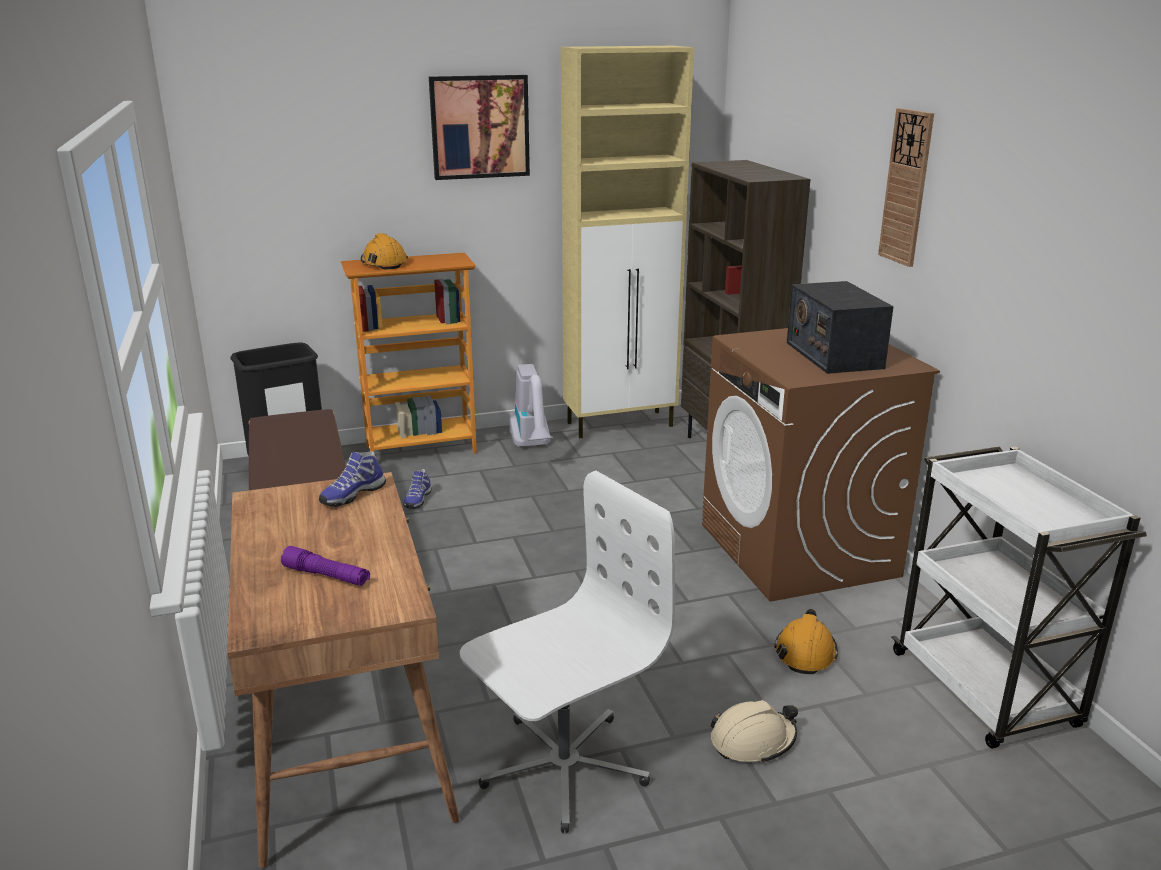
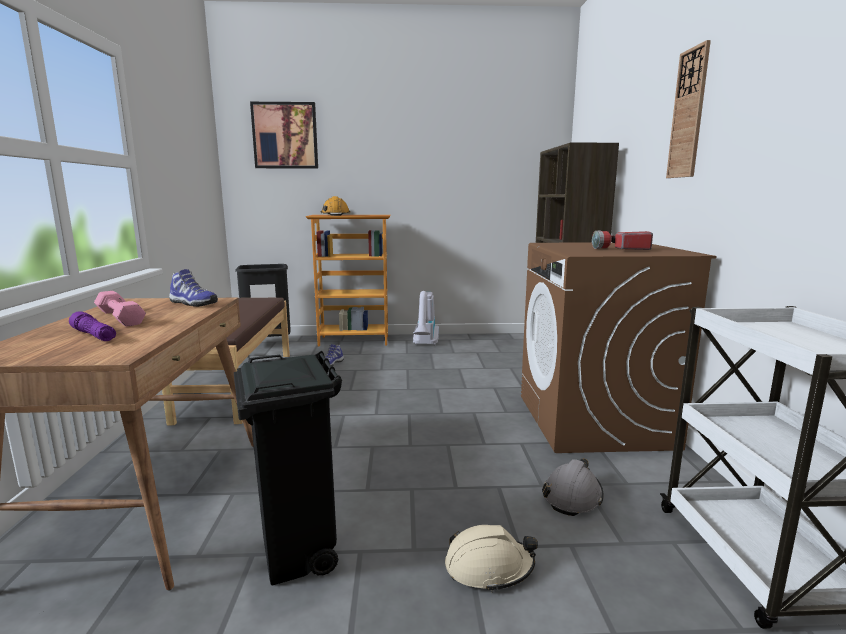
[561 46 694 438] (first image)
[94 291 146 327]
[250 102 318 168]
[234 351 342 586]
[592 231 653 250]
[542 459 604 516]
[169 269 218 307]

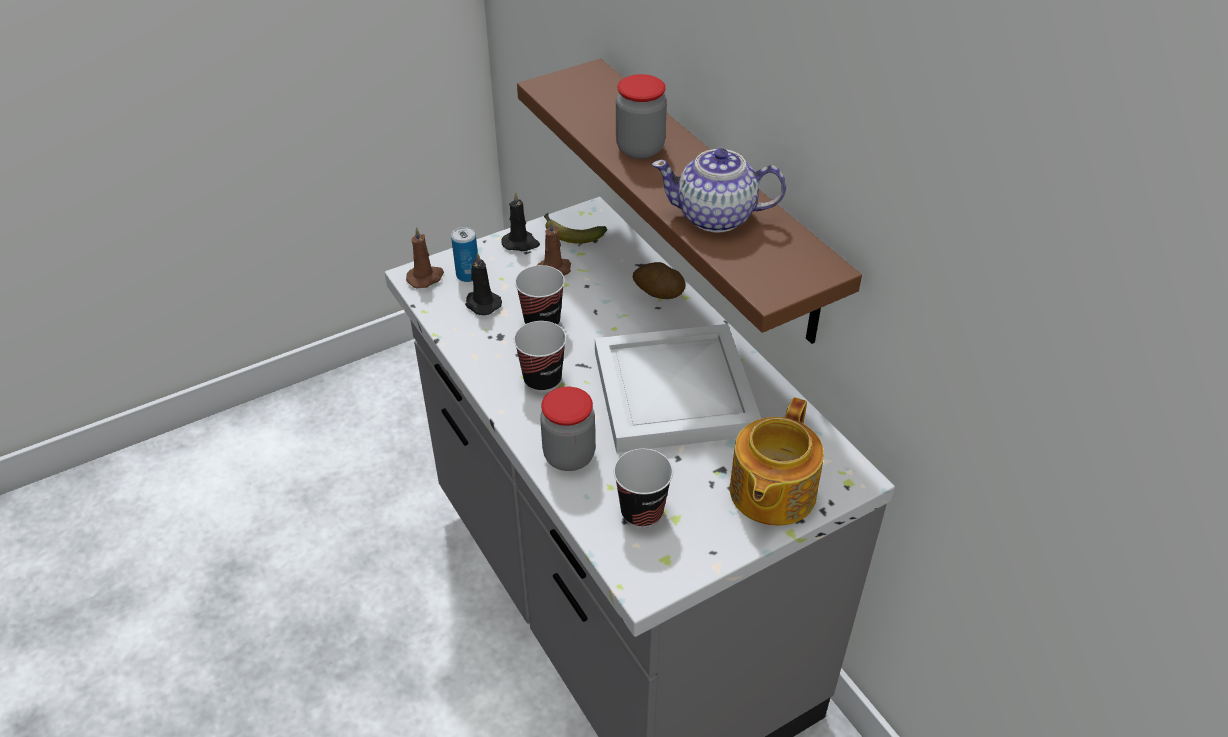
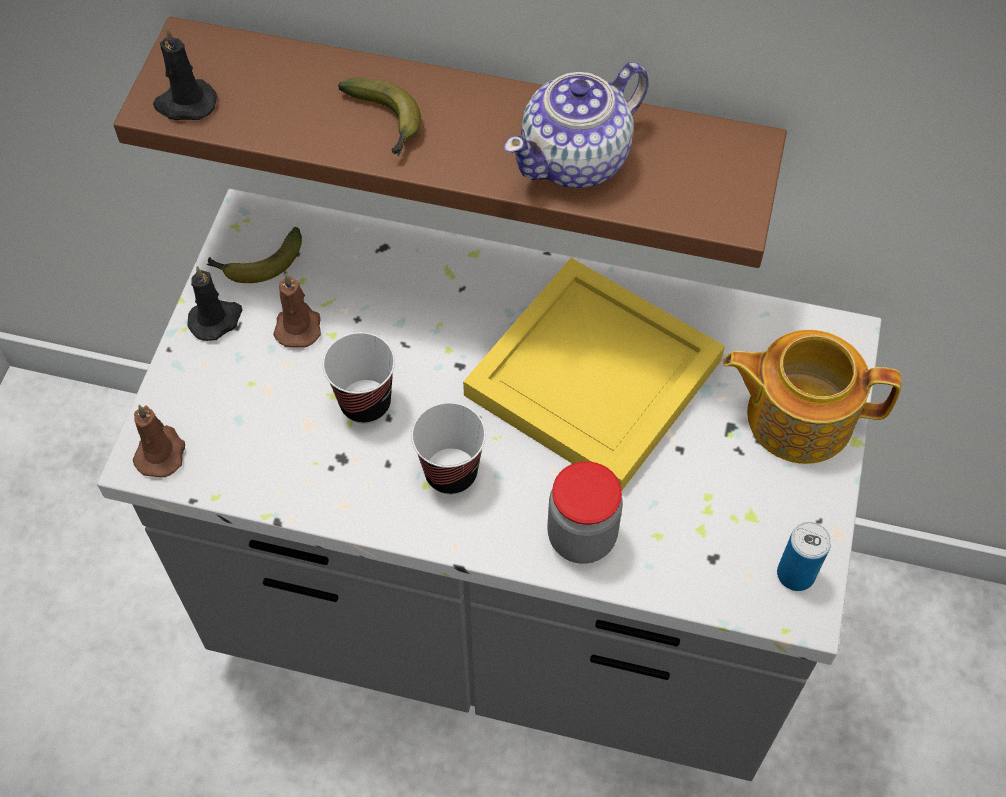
[613 449 673 528] (first image)
[633 262 685 299] (first image)
[777 522 831 591]
[153 27 217 120]
[338 78 421 156]
[463 258 725 490]
[723 330 901 464]

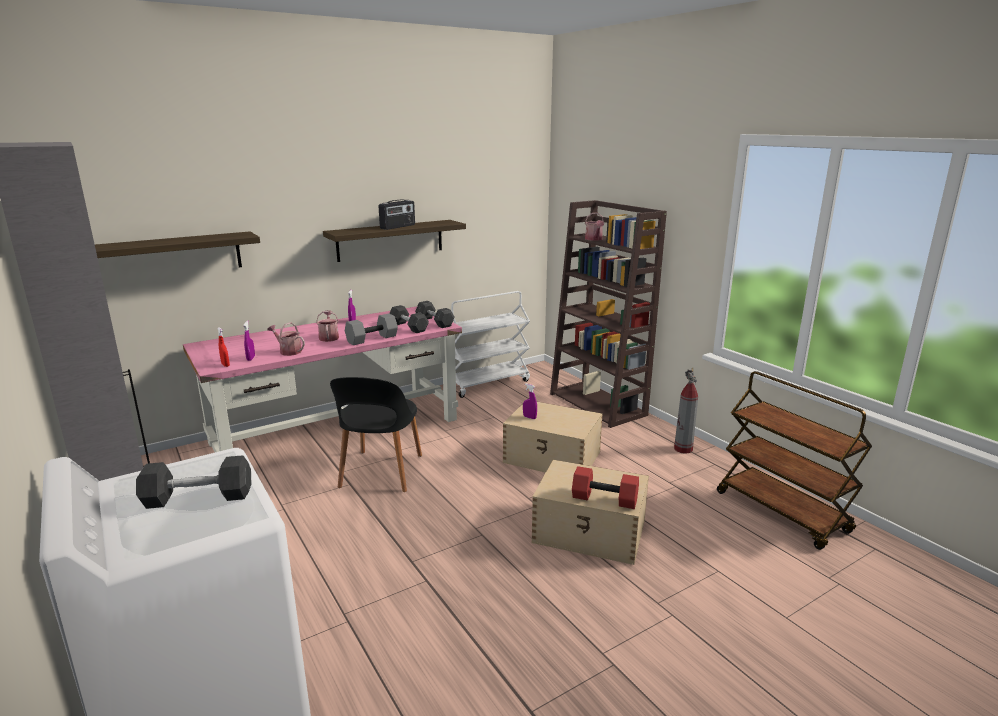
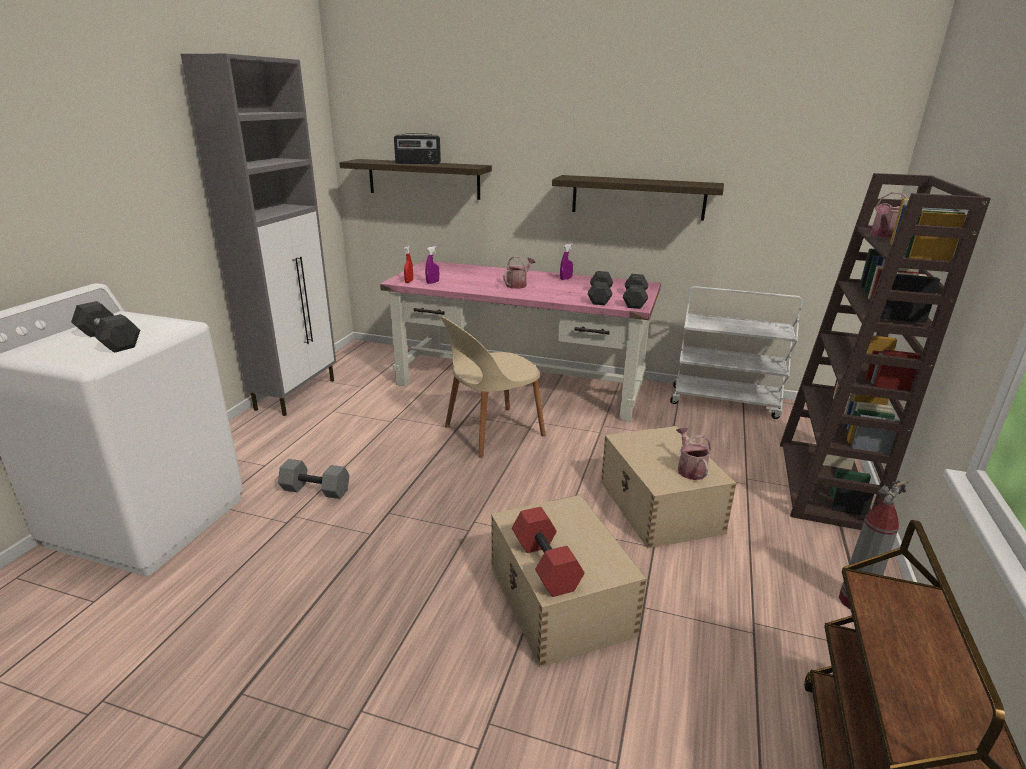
[523 383 537 419] (first image)
[676 428 711 480]
[278 459 349 499]
[394 133 441 164]
[440 316 546 458]

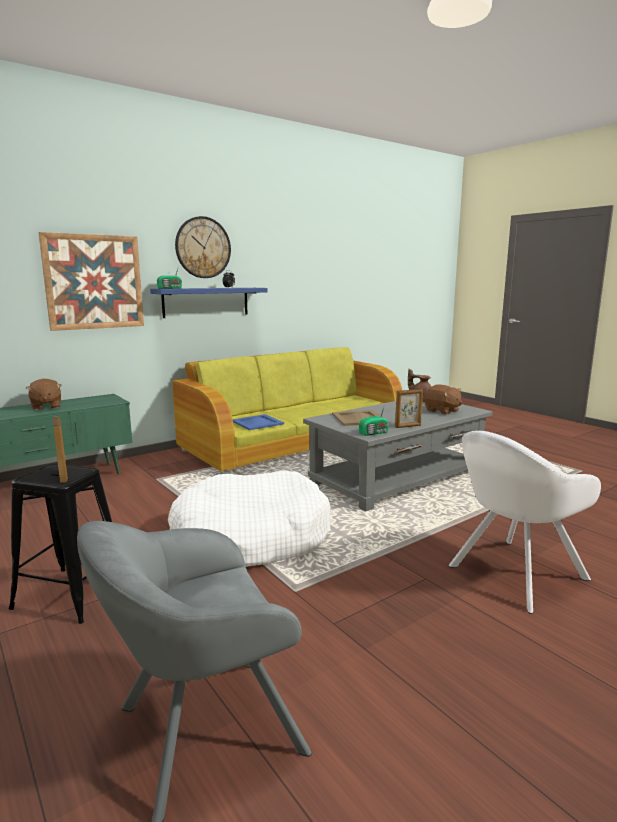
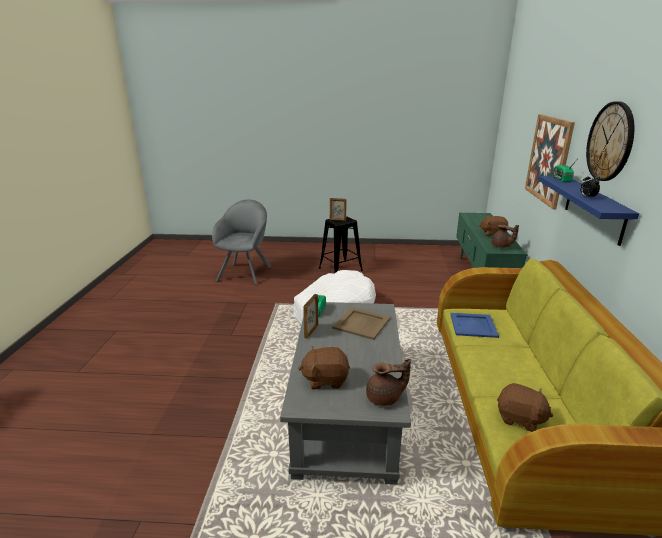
[448 431 601 614] (first image)
[491 225 519 248]
[497 383 553 432]

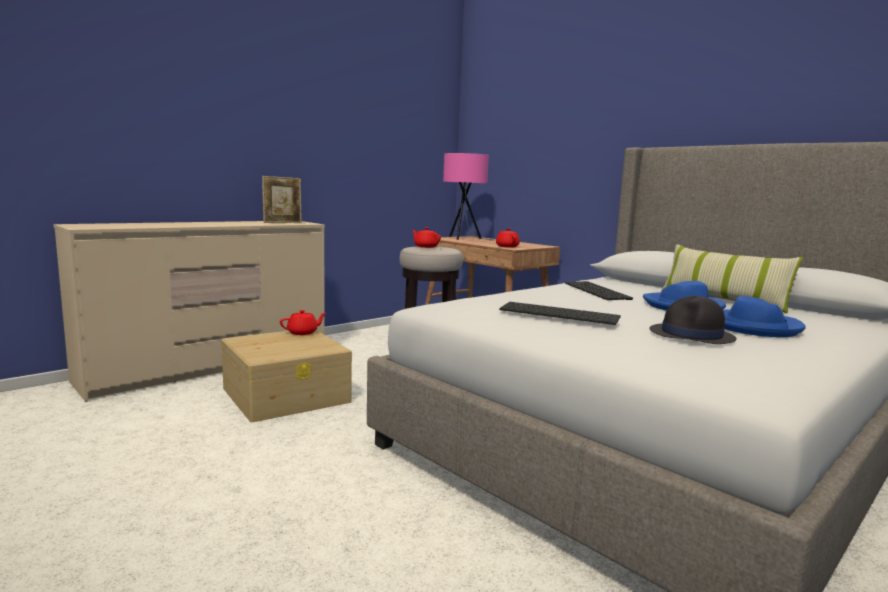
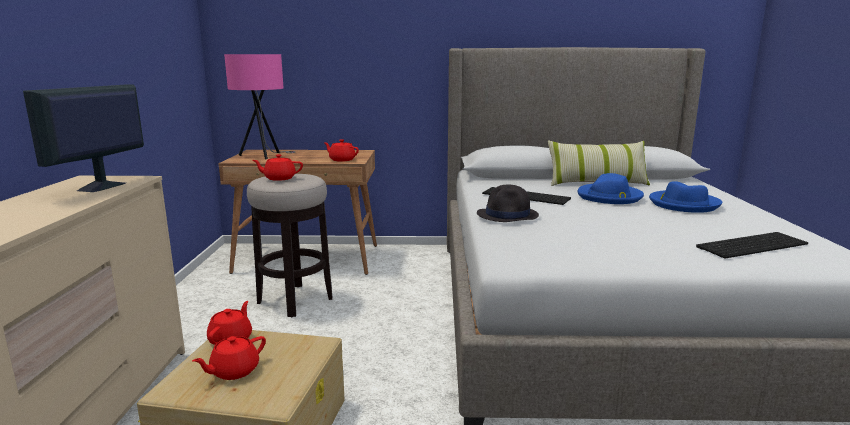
[192 336 266 380]
[696 232 808 259]
[477 185 539 222]
[23 84 144 192]

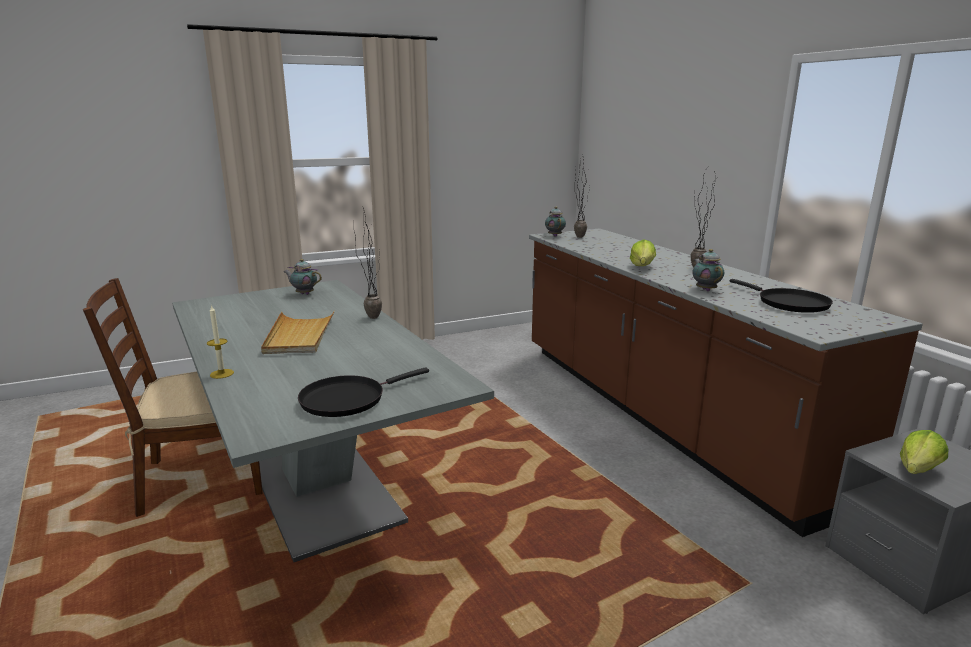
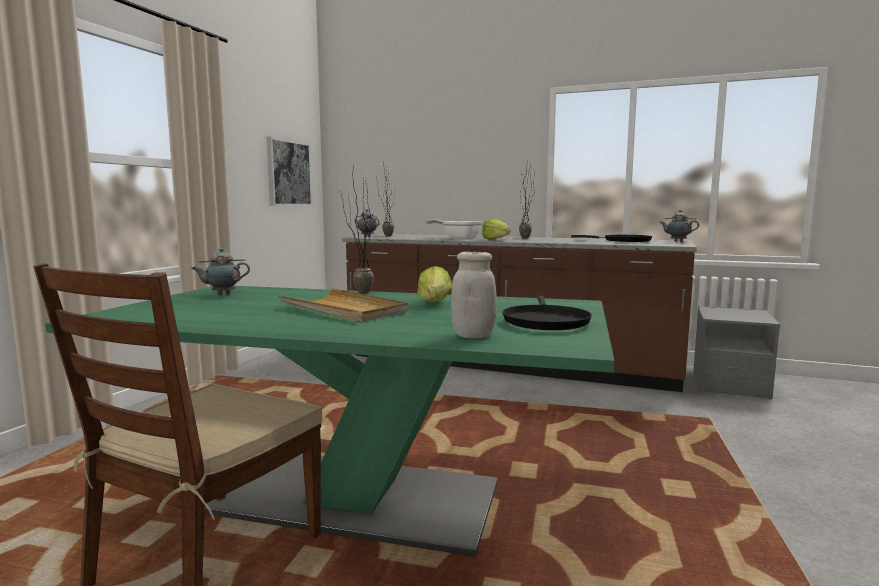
[207 305 234 379] (first image)
[267 137 312 206]
[426 219 483 239]
[451 251 497 338]
[659 210 699 242]
[417 266 452 302]
[45 286 615 556]

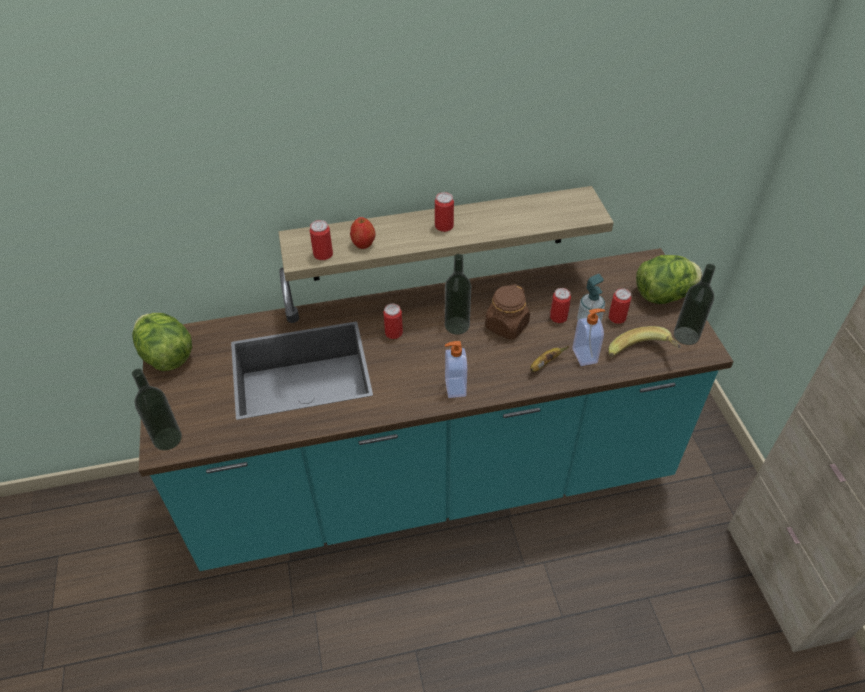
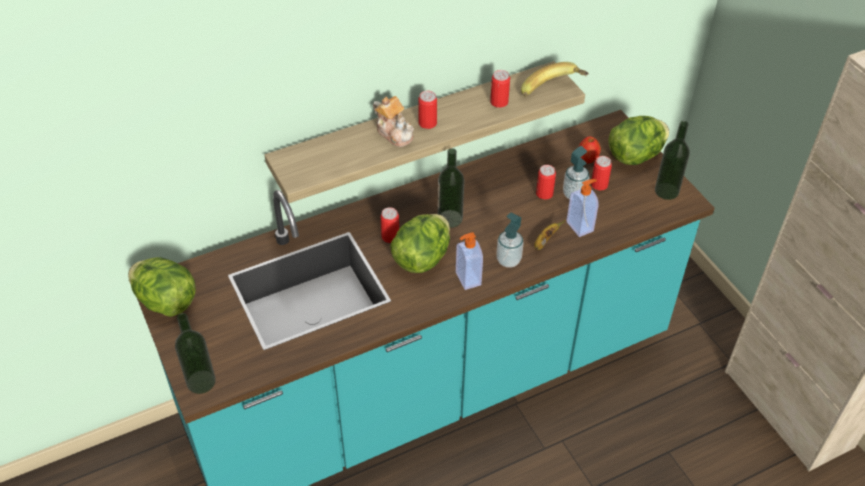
[485 284 530 340] (first image)
[373 96 414 147]
[390 214 450 273]
[496 212 523 268]
[490 70 510 108]
[579 136 601 163]
[521 62 589 97]

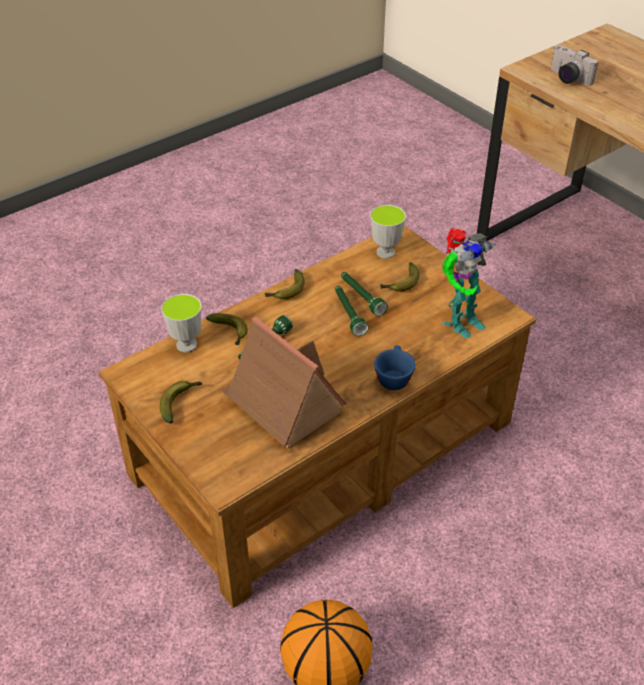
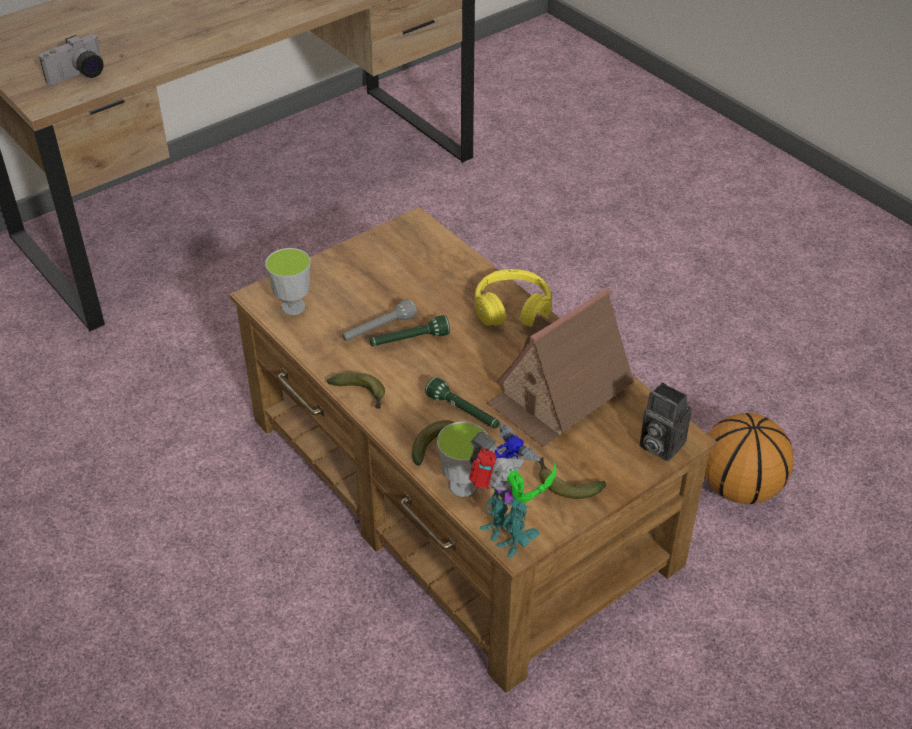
[380 262 419 291] (first image)
[640 382 691 461]
[469 423 557 558]
[475 269 552 326]
[342 299 417 341]

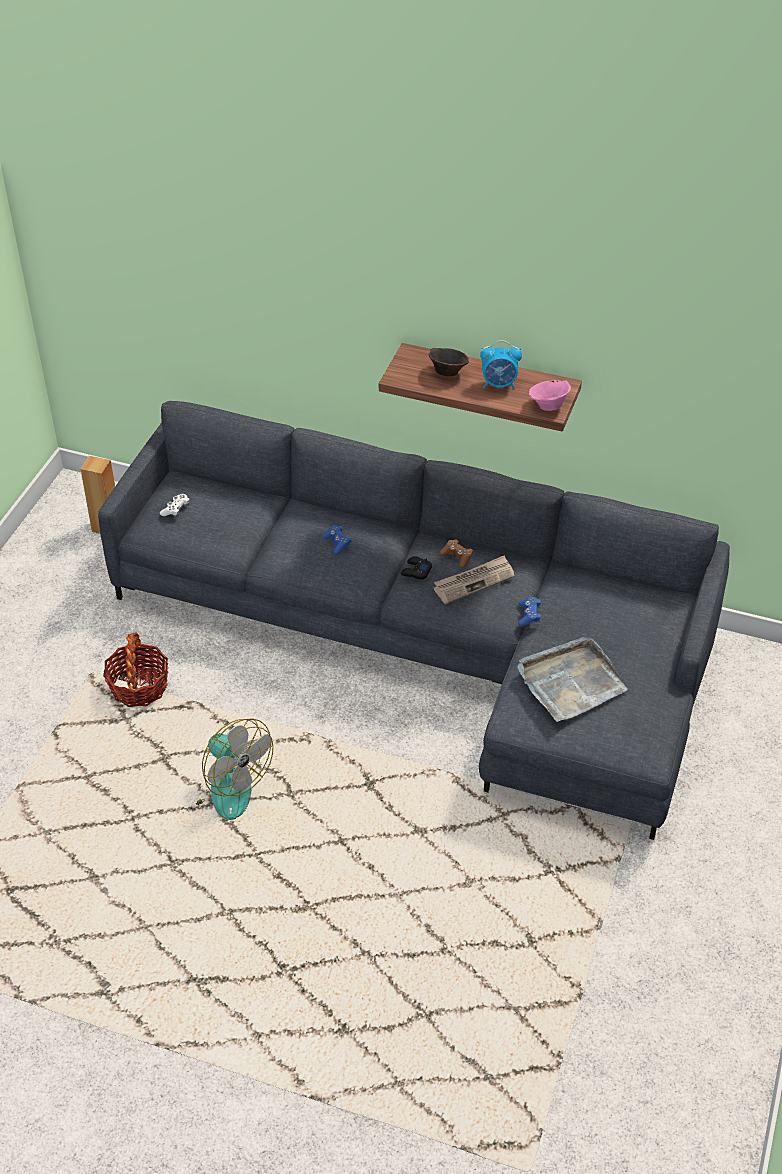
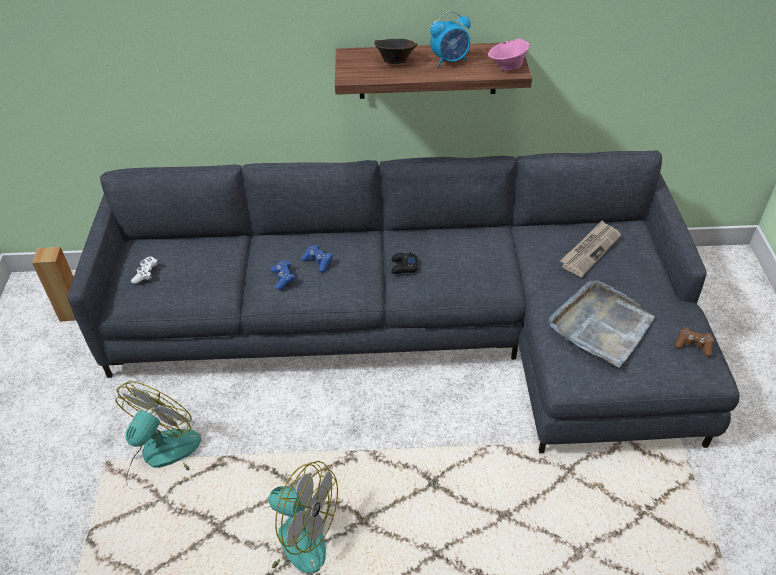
[560 220 621 277]
[675 327 714 357]
[270 260 295 290]
[115 381 201 487]

